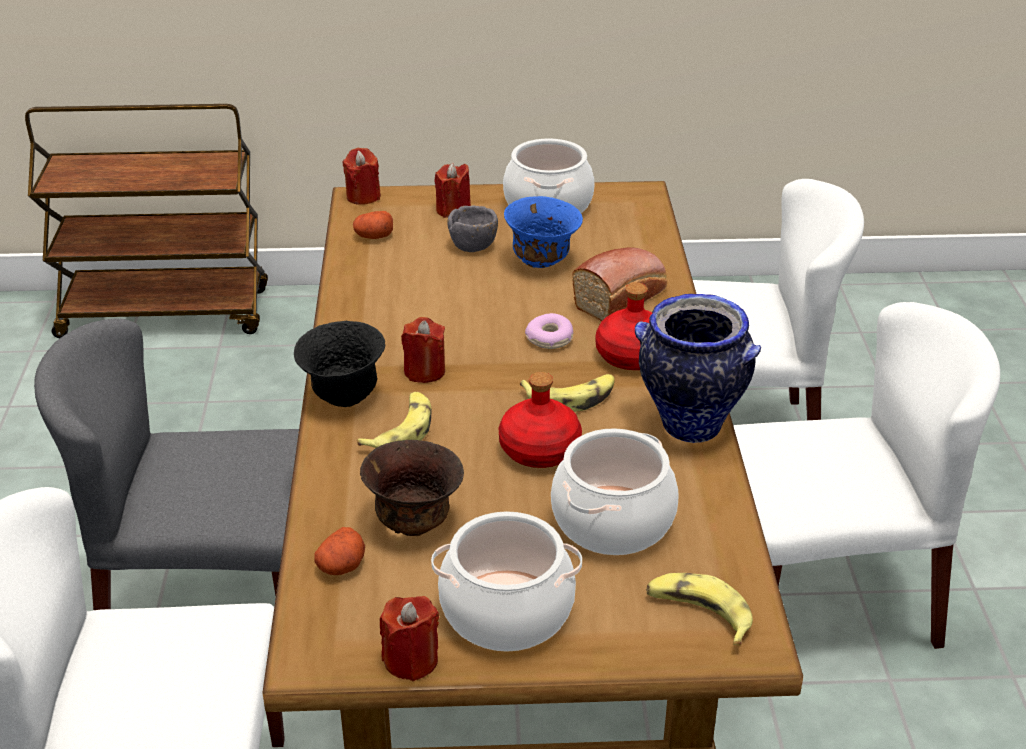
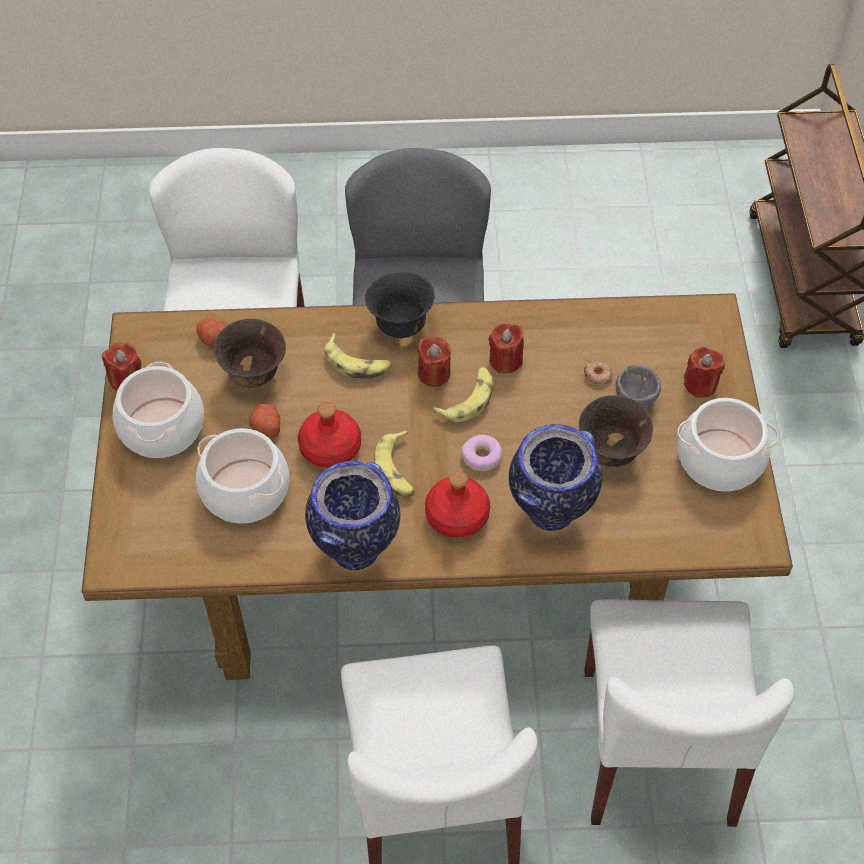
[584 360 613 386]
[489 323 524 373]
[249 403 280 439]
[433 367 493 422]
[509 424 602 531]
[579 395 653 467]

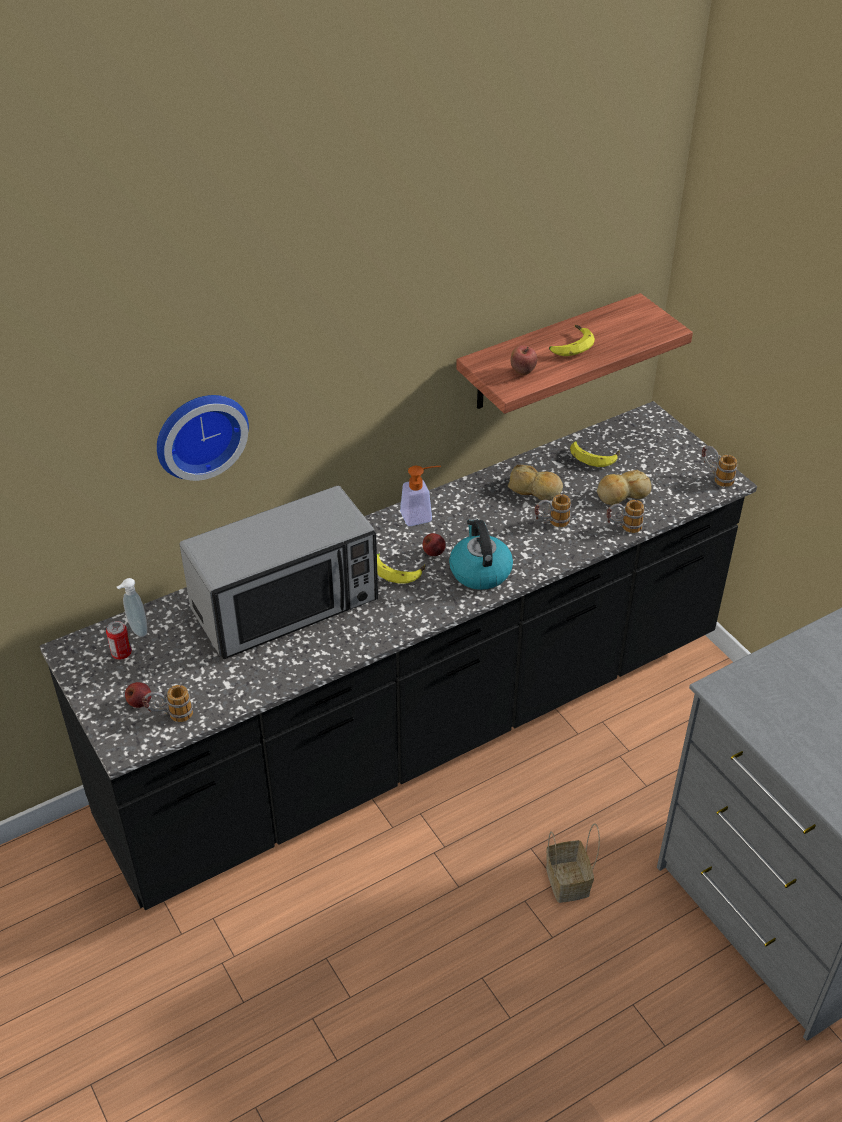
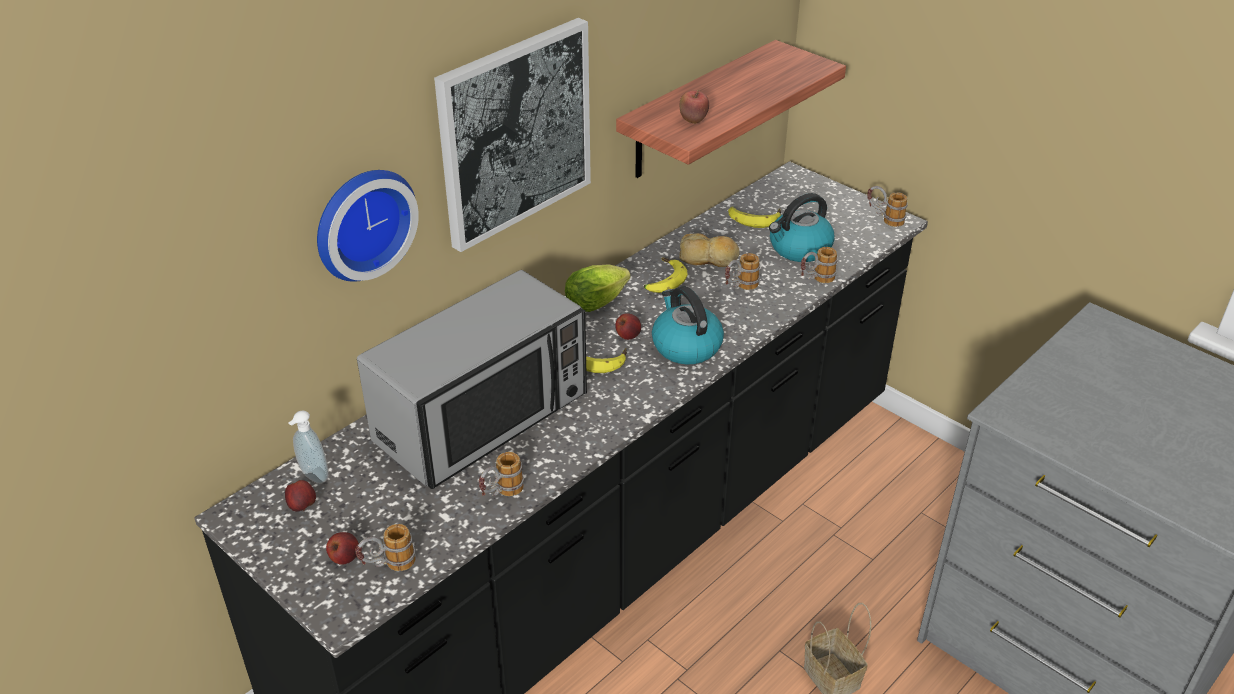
[434 18 591 252]
[478 452 524 496]
[644 258 688 293]
[285 480 316 512]
[565 264 630 312]
[769 193 835 262]

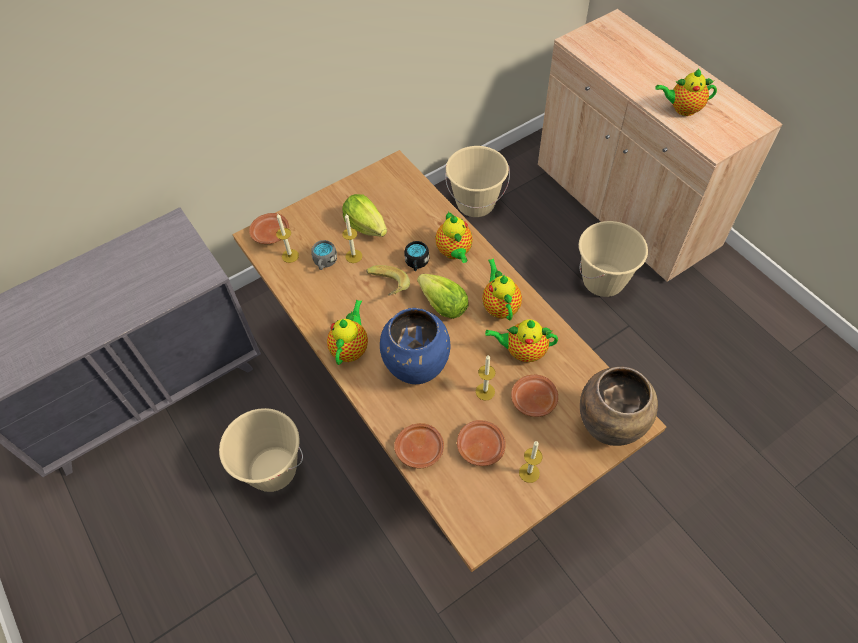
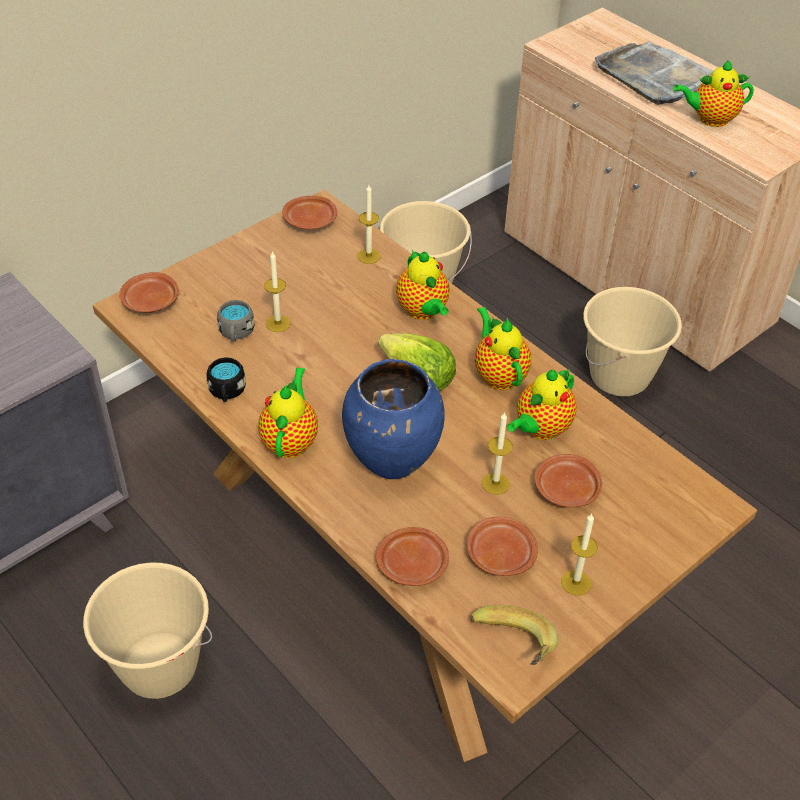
[342 194 387 237] (first image)
[580 367 658 446] (first image)
[282 196 337 229]
[595 41 713 105]
[357 185 381 264]
[470 605 559 666]
[206 357 246 402]
[507 369 577 440]

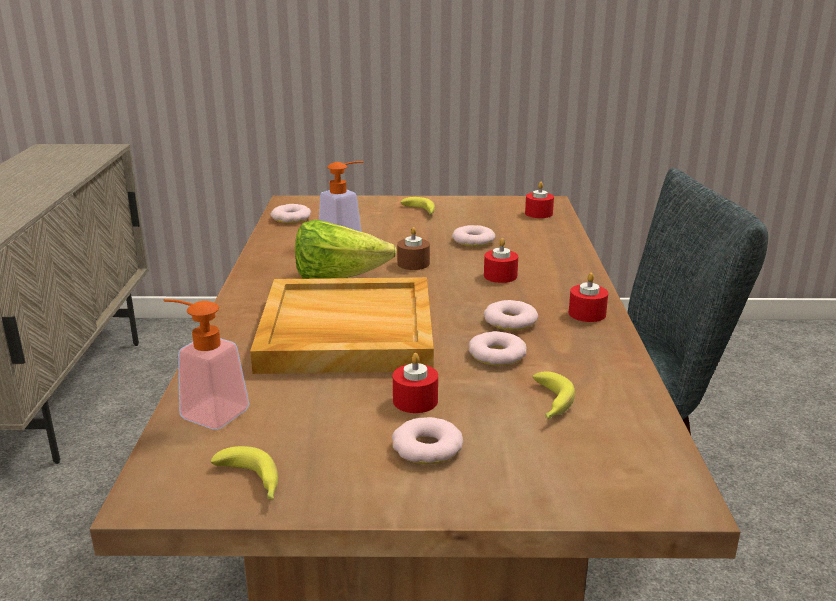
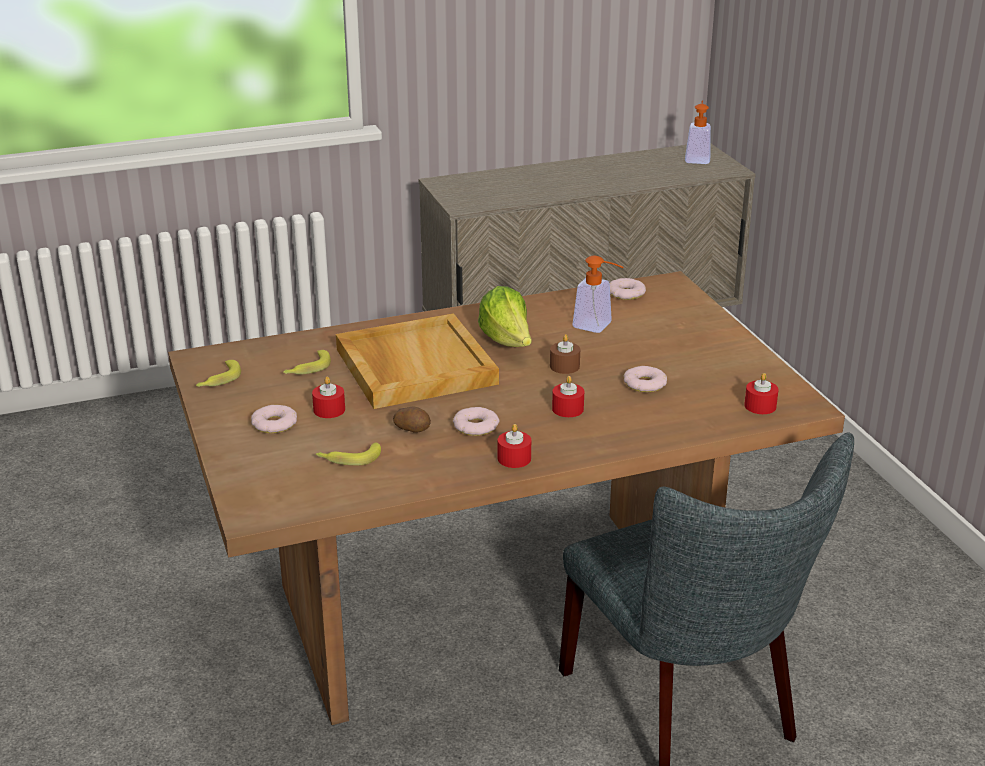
[685 100 711 164]
[283 350 331 375]
[393 406 431 433]

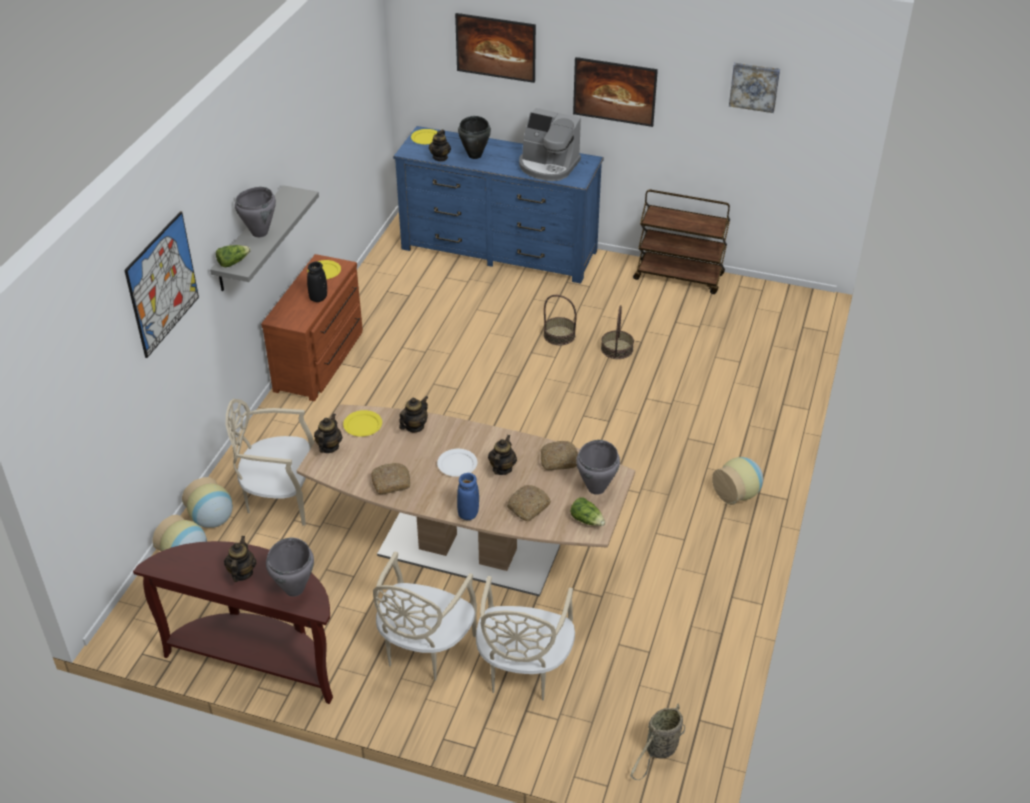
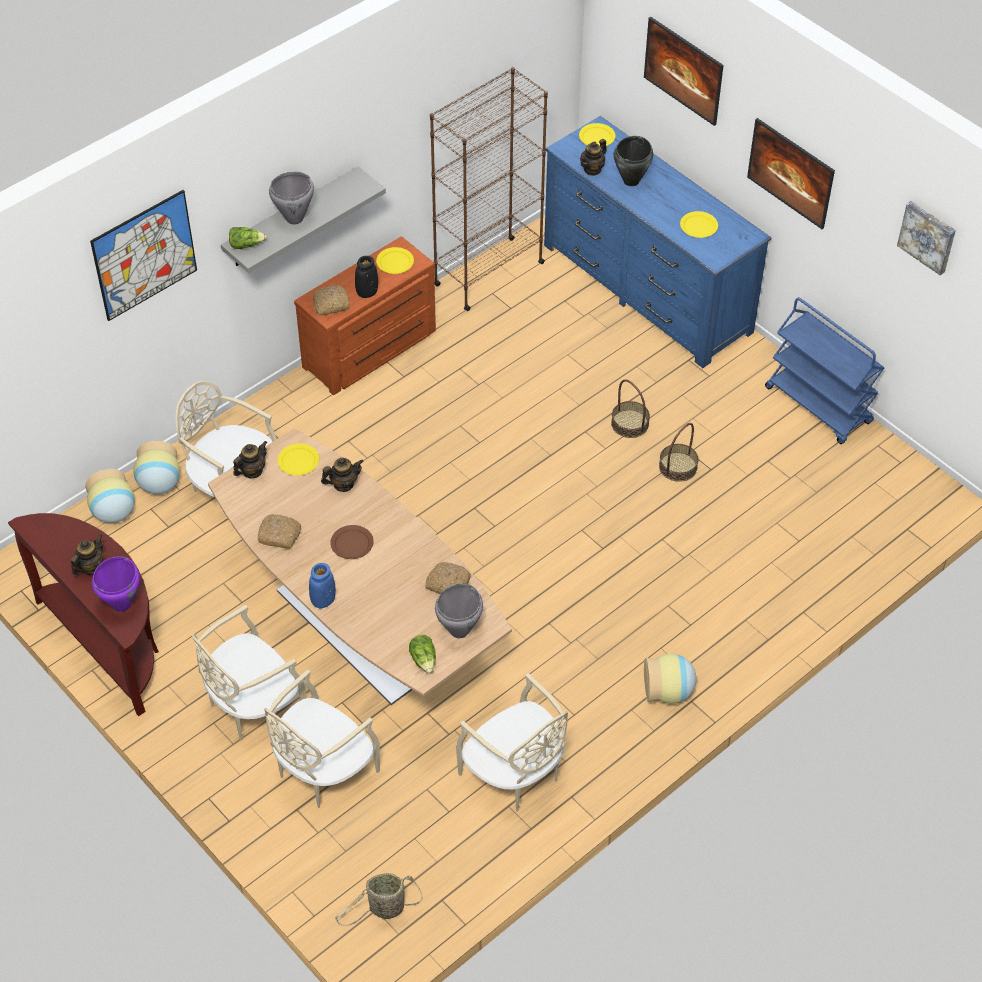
[488 435 517 475] (first image)
[430 67 548 311]
[456 673 568 811]
[313 285 350 315]
[680 211 718 238]
[92 556 140 612]
[330 525 374 559]
[765 297 884 444]

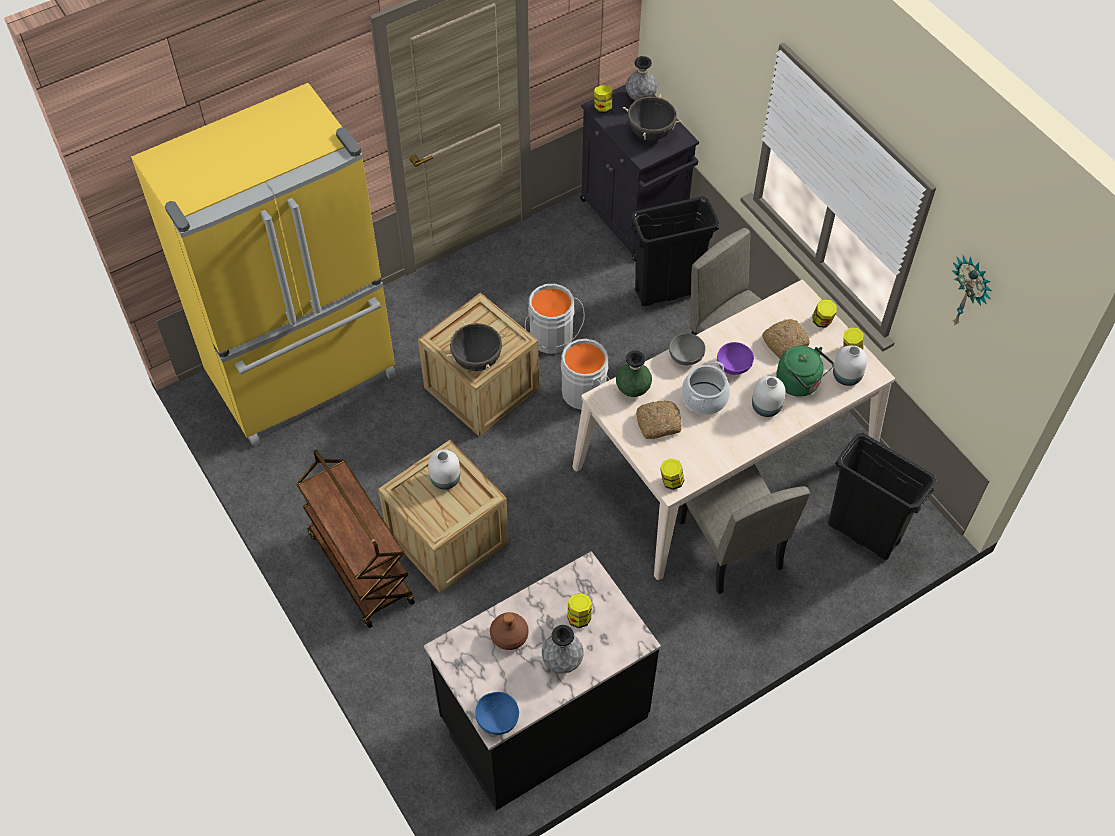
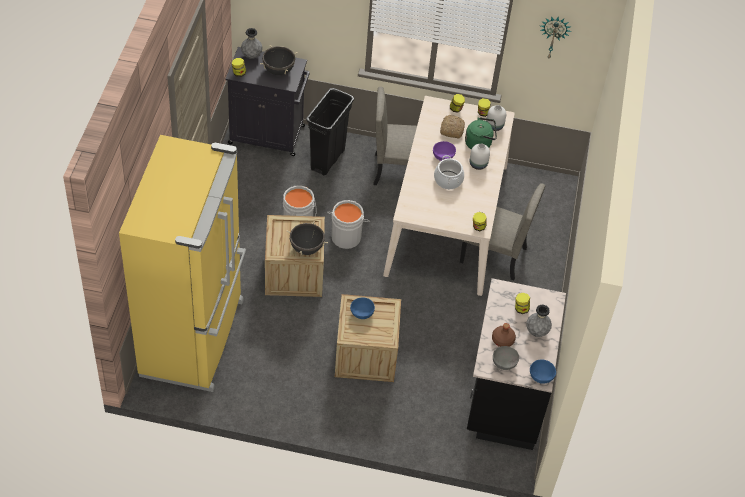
[296 449 415 628] (first image)
[616 350 652 397] (first image)
[636 400 682 439] (first image)
[828 433 936 560] (first image)
[493 346 519 370]
[350 297 375 319]

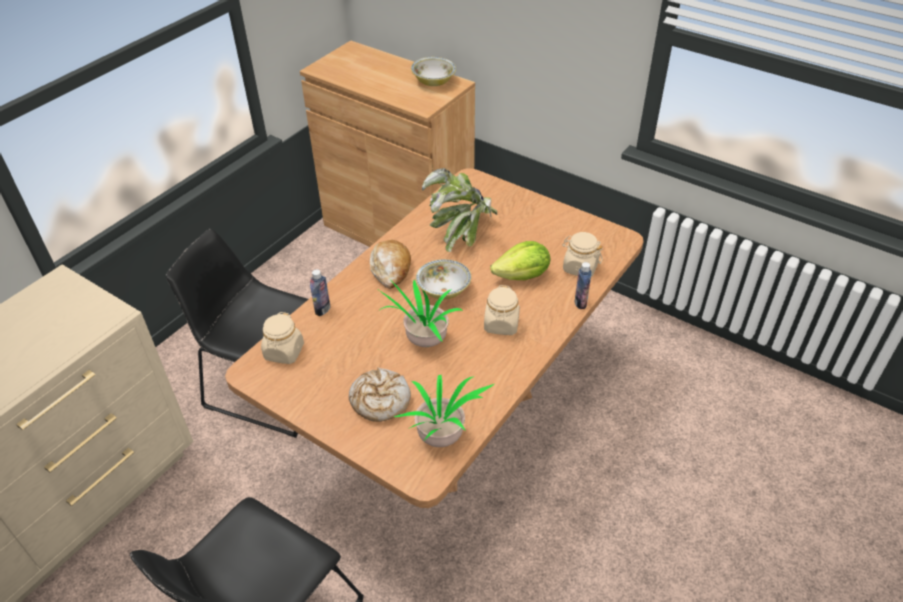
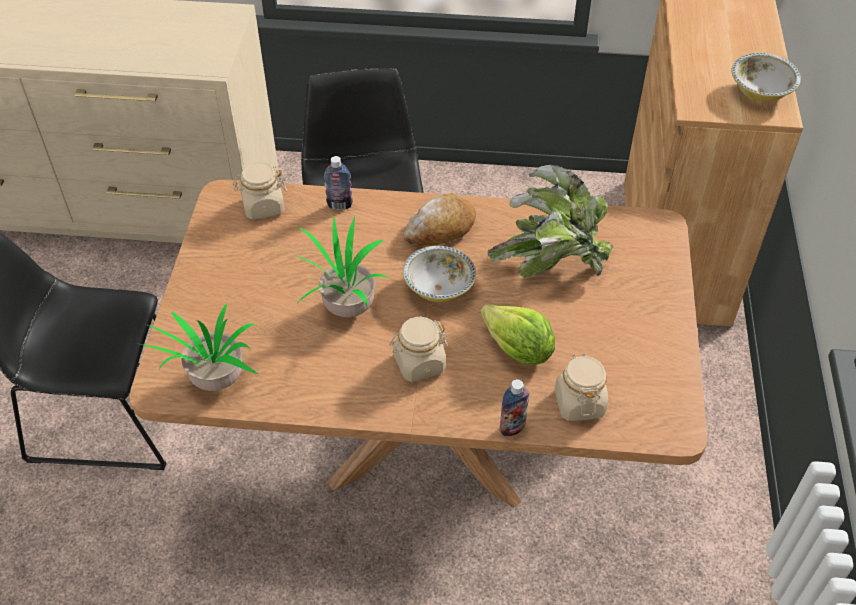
[349 367 411 422] (first image)

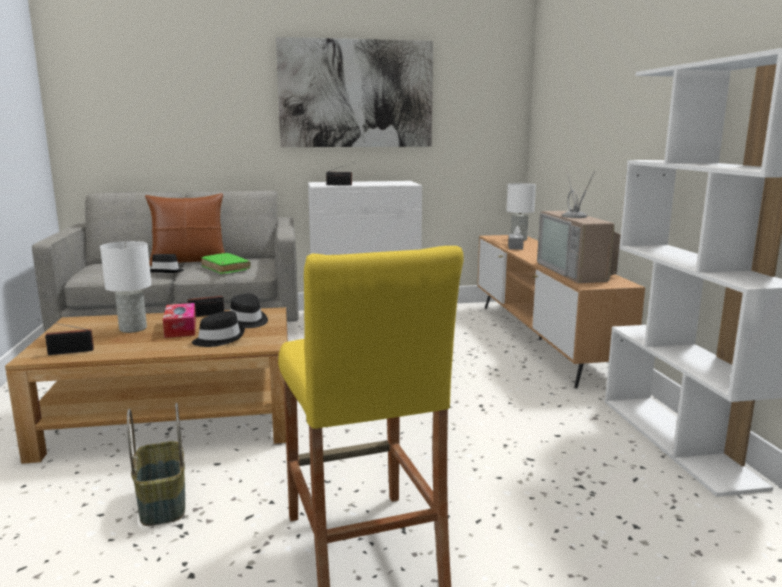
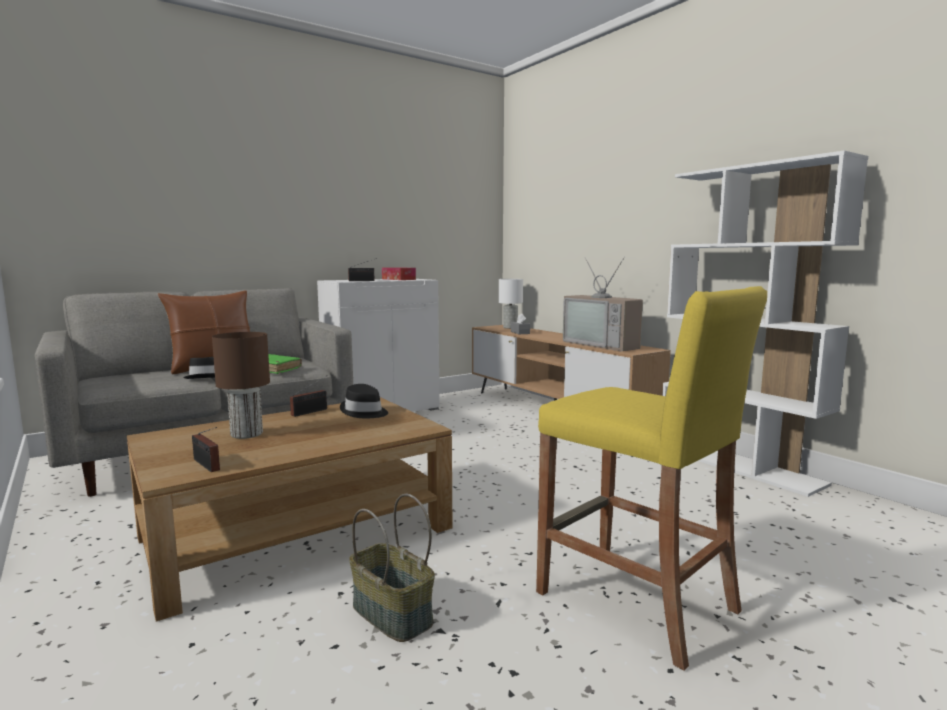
[192 311 245 347] (first image)
[276 37 433 147] (first image)
[382 267 416 280]
[212 332 270 439]
[192 427 220 472]

